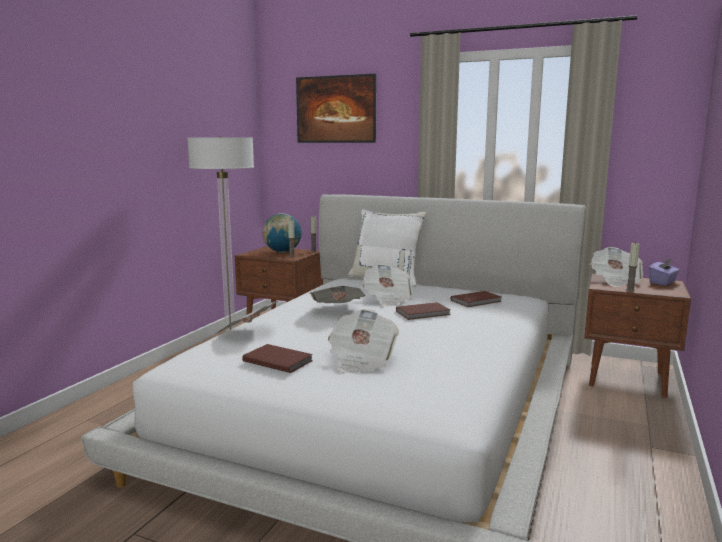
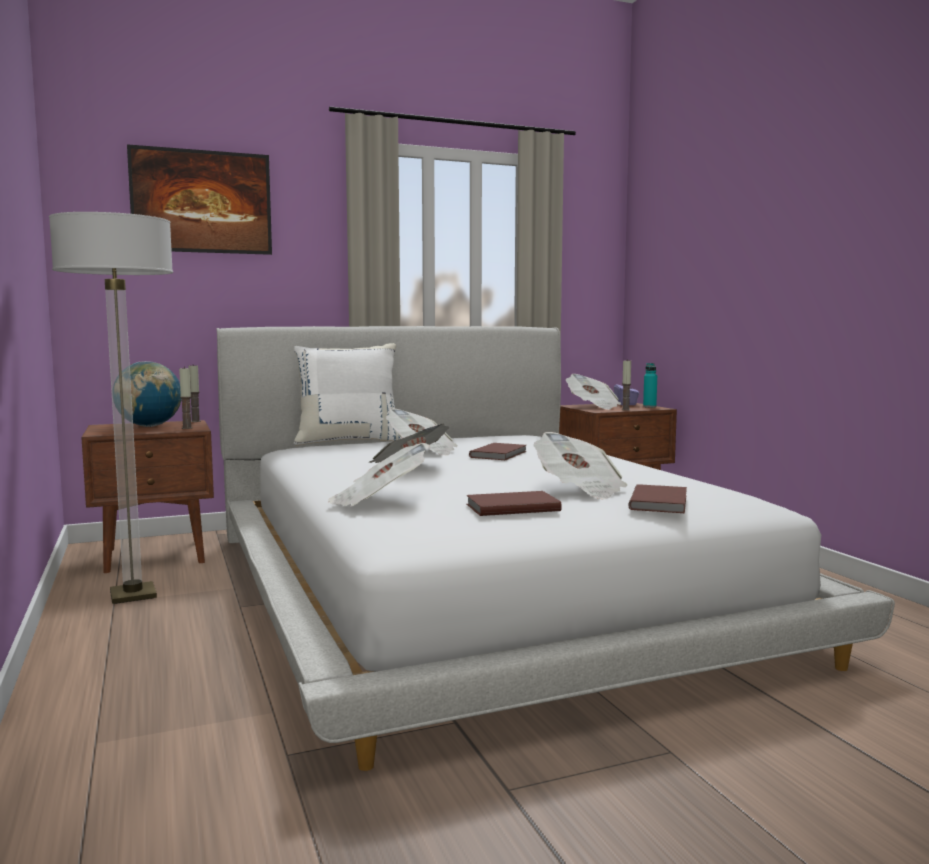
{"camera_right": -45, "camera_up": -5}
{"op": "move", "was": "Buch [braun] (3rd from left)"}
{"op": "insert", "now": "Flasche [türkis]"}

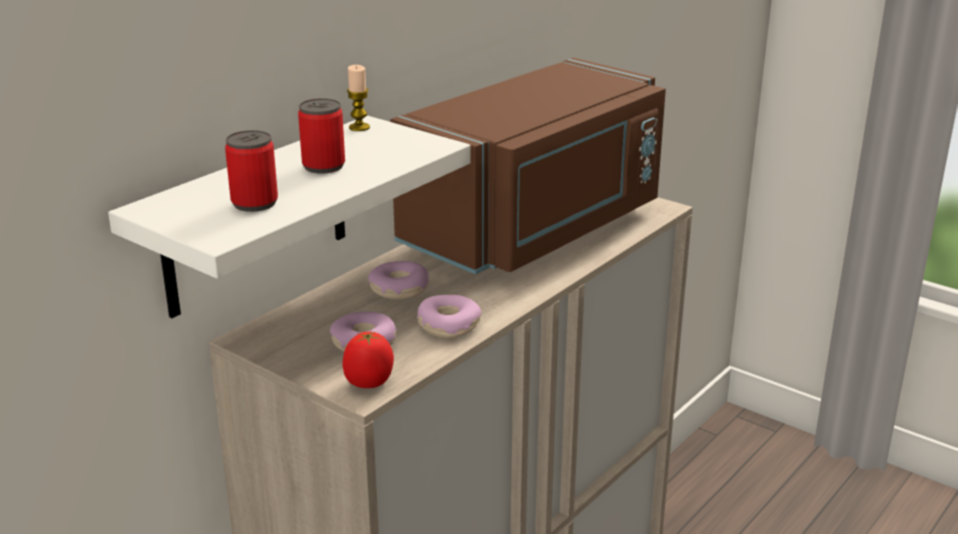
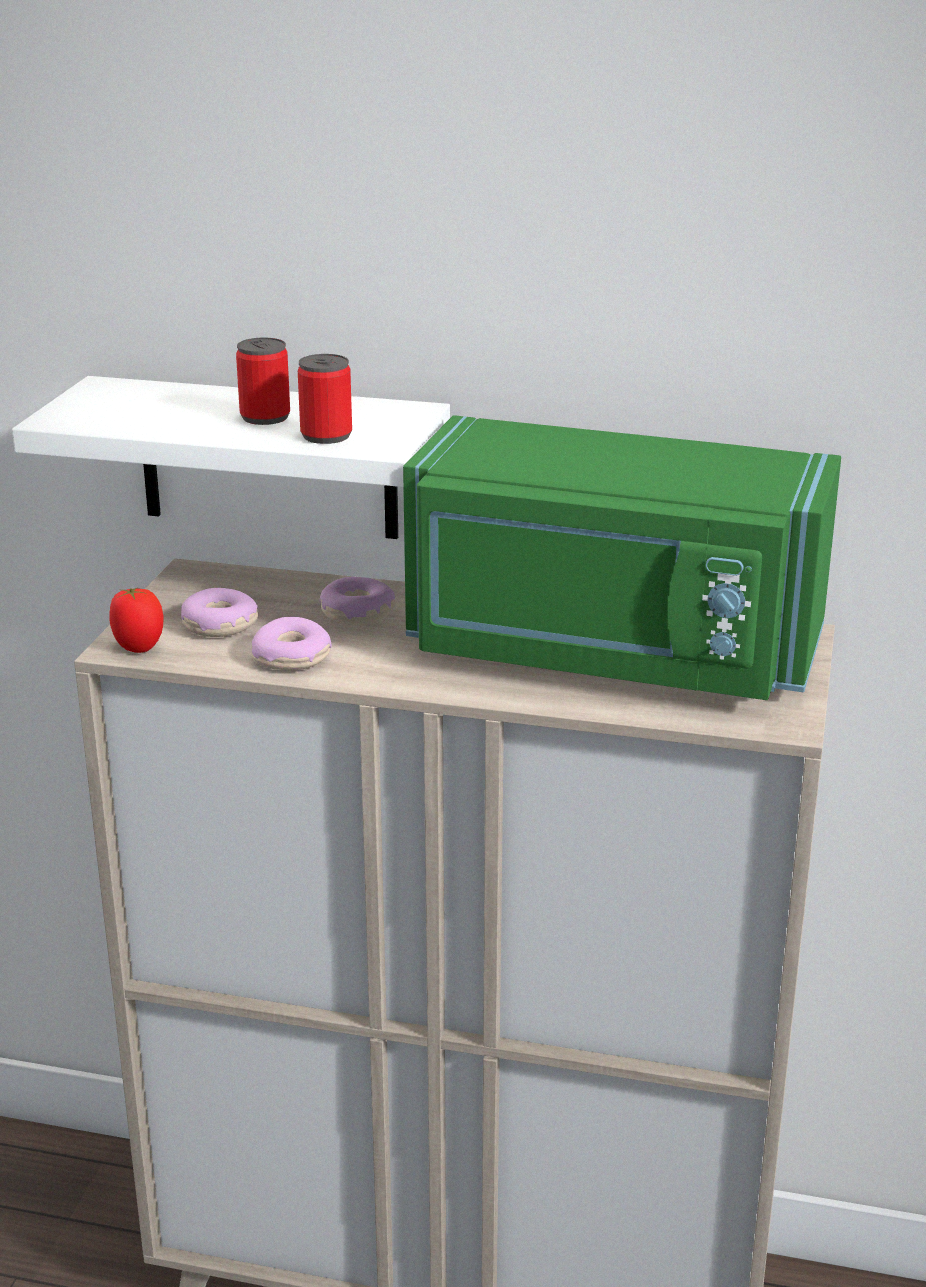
{"camera_right": 65, "camera_up": 0}
{"op": "move", "was": "Dose (1st from left in the first image)", "now": "Dose (2nd from left)"}
{"op": "recolor", "was": "Mikrowelle [braun]", "now": "Mikrowelle [grün]"}
{"op": "delete", "was": "Kerze"}

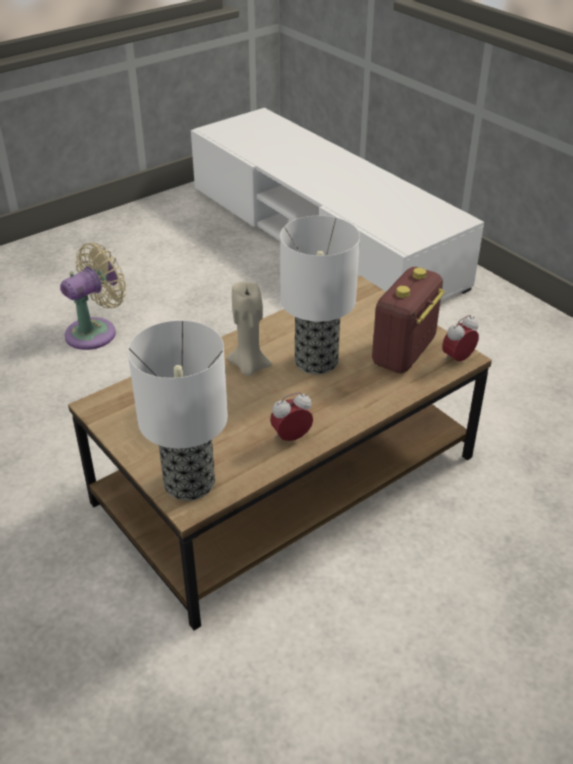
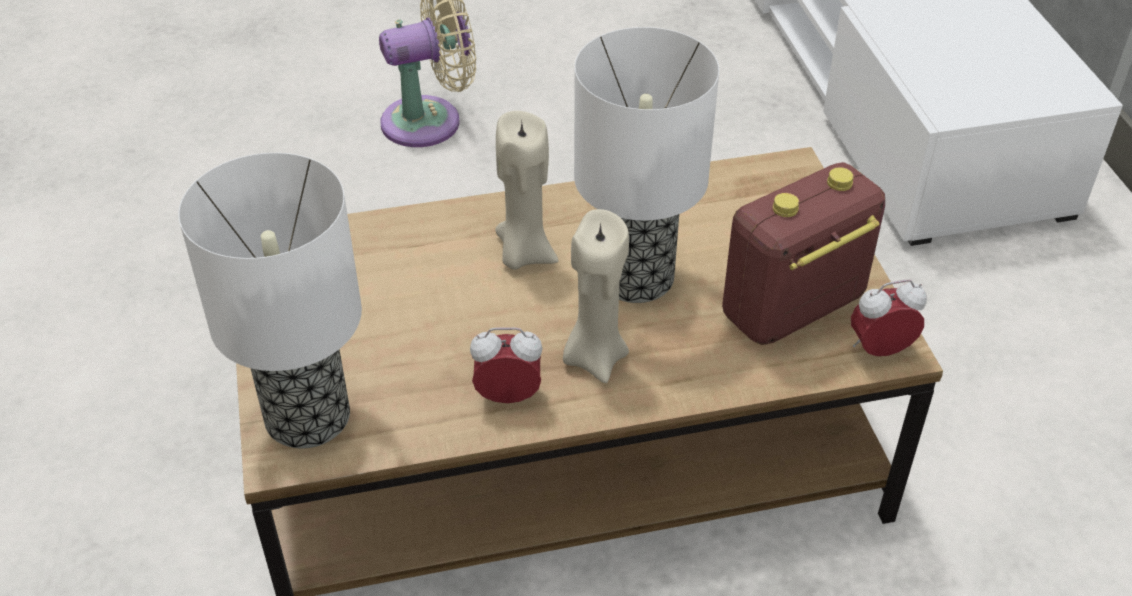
{"camera_right": 25, "camera_up": 5}
{"op": "insert", "now": "Kerze [beige] (2nd from left)"}

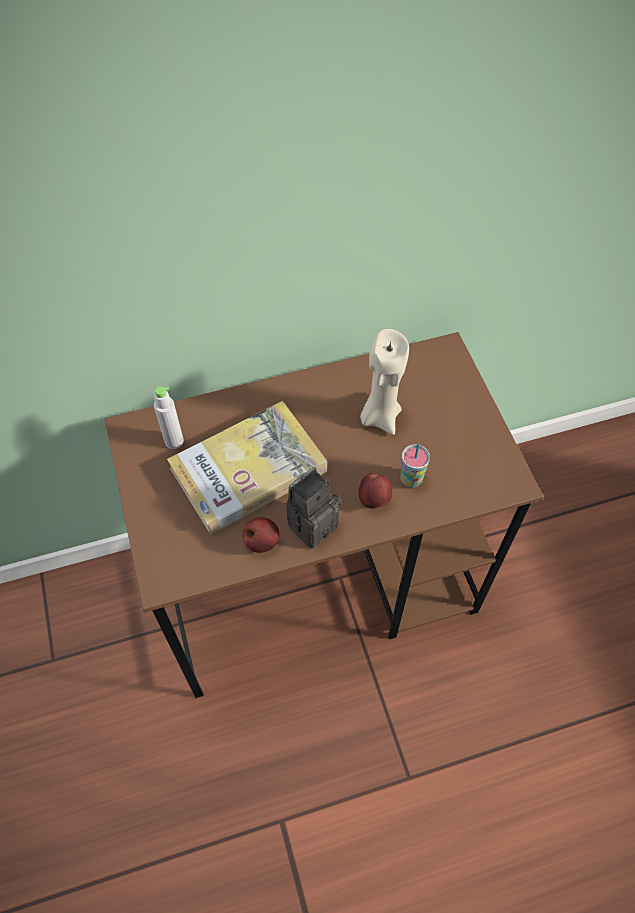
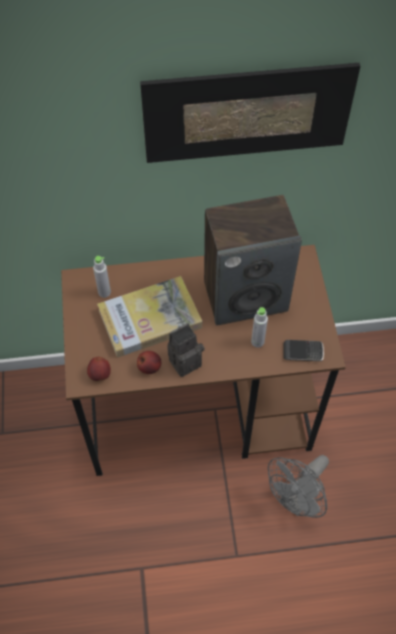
{"camera_right": 10, "camera_up": 0}
{"op": "move", "was": "Apfel (2nd from left in the first image)", "now": "Apfel (1st from left)"}
{"op": "insert", "now": "Bild"}
{"op": "replace", "was": "Kerze [beige]", "now": "Lautsprecher"}
{"op": "replace", "was": "Tasse", "now": "Flasche [grau] (2nd from left)"}
{"op": "insert", "now": "Ventilator [grau]"}
{"op": "insert", "now": "Handy"}

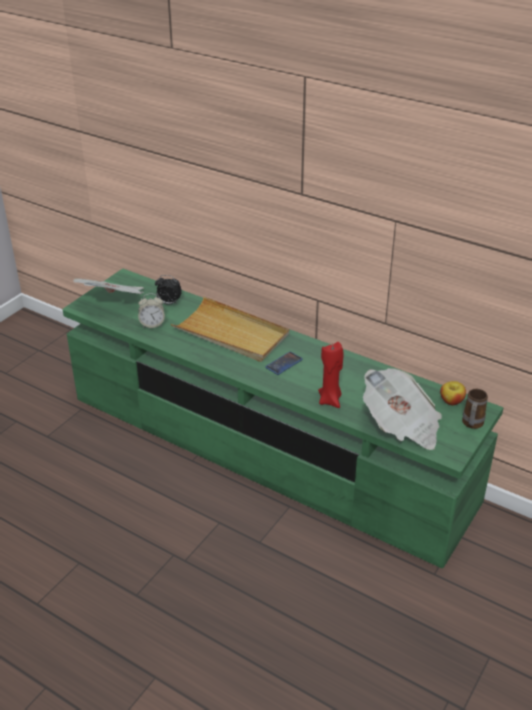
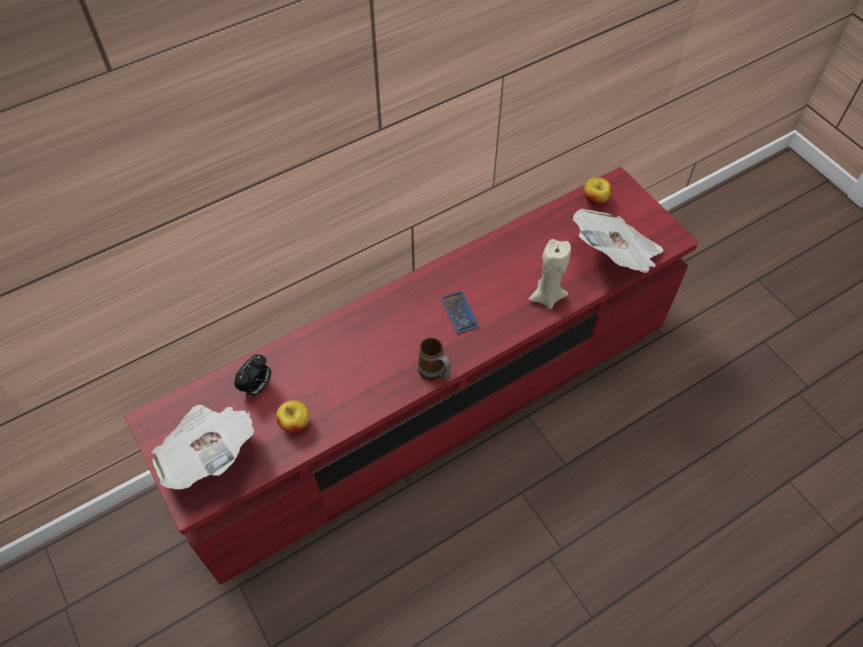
{"camera_right": -65, "camera_up": 20}
{"op": "recolor", "was": "Fernsehschrank [grün]", "now": "Fernsehschrank [rot]"}
{"op": "replace", "was": "Wecker (1st from left)", "now": "Apfel (1st from left)"}
{"op": "move", "was": "Henkelbecher"}
{"op": "recolor", "was": "Kerze [rot]", "now": "Kerze [beige]"}
{"op": "delete", "was": "Tablett [beige]"}

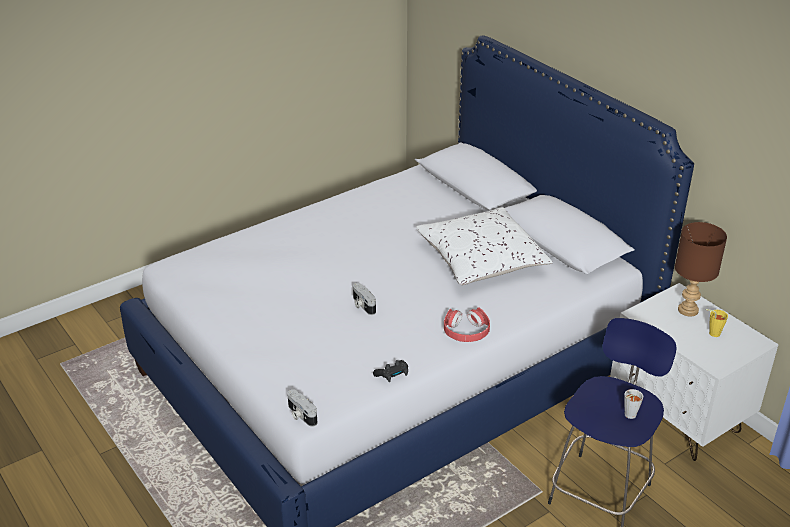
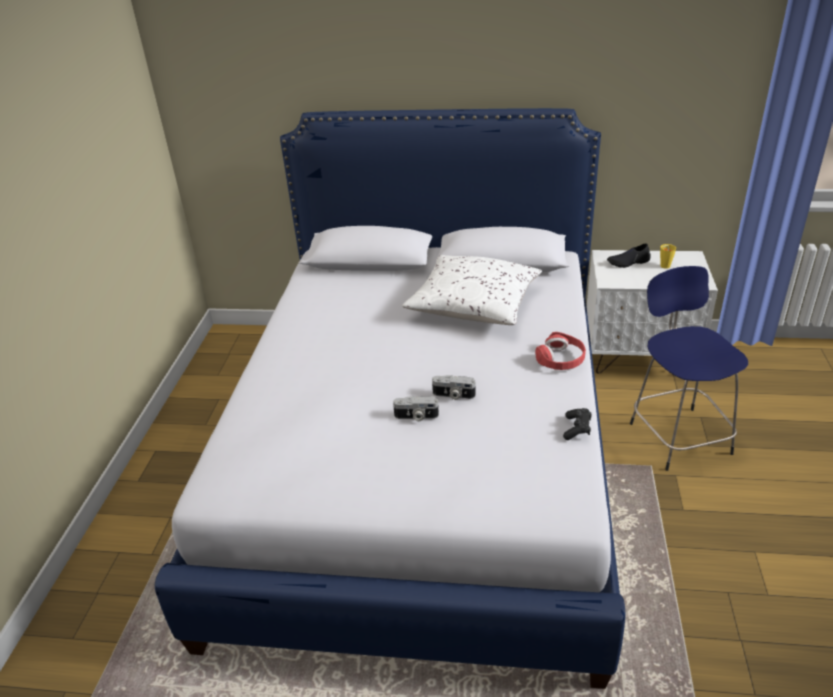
{"camera_right": -45, "camera_up": 0}
{"op": "move", "was": "Kamera (1st from left)"}
{"op": "replace", "was": "Tischlampe [braun]", "now": "Schuh [schwarz]"}
{"op": "delete", "was": "Tasse [grau]"}

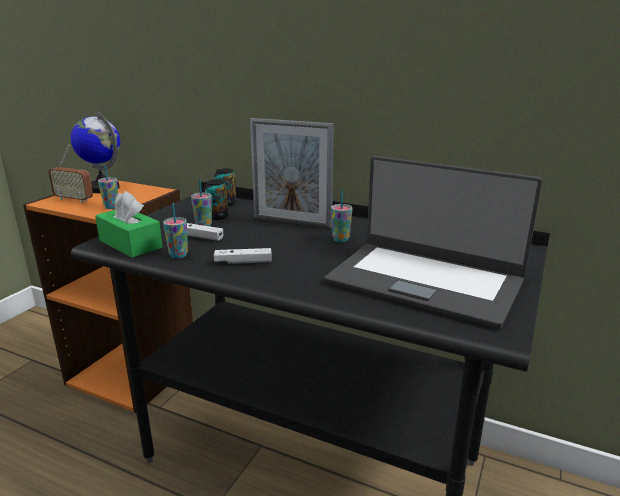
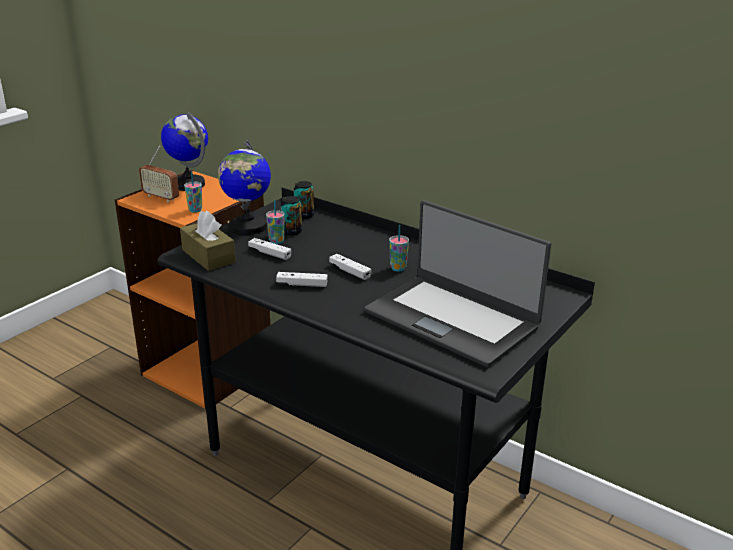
{"camera_right": 10, "camera_up": 5}
{"op": "recolor", "was": "Taschentuchbox [grün]", "now": "Taschentuchbox [braun]"}
{"op": "insert", "now": "Globus (2nd from left)"}
{"op": "insert", "now": "Gamepad [weiß] (3rd from left)"}
{"op": "delete", "was": "Tasse (2nd from left)"}
{"op": "delete", "was": "Bilderrahmen"}

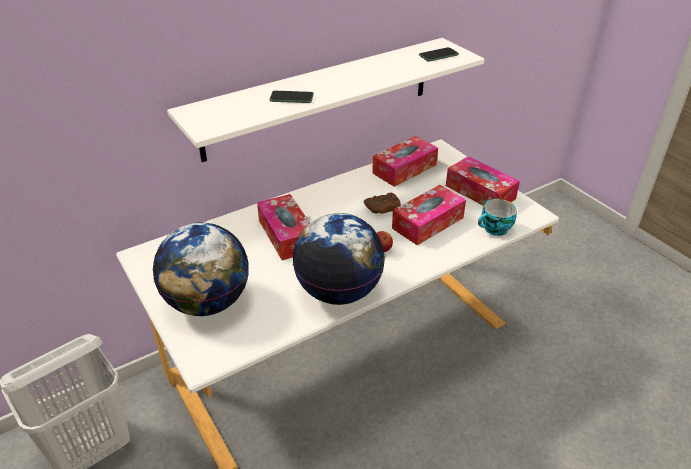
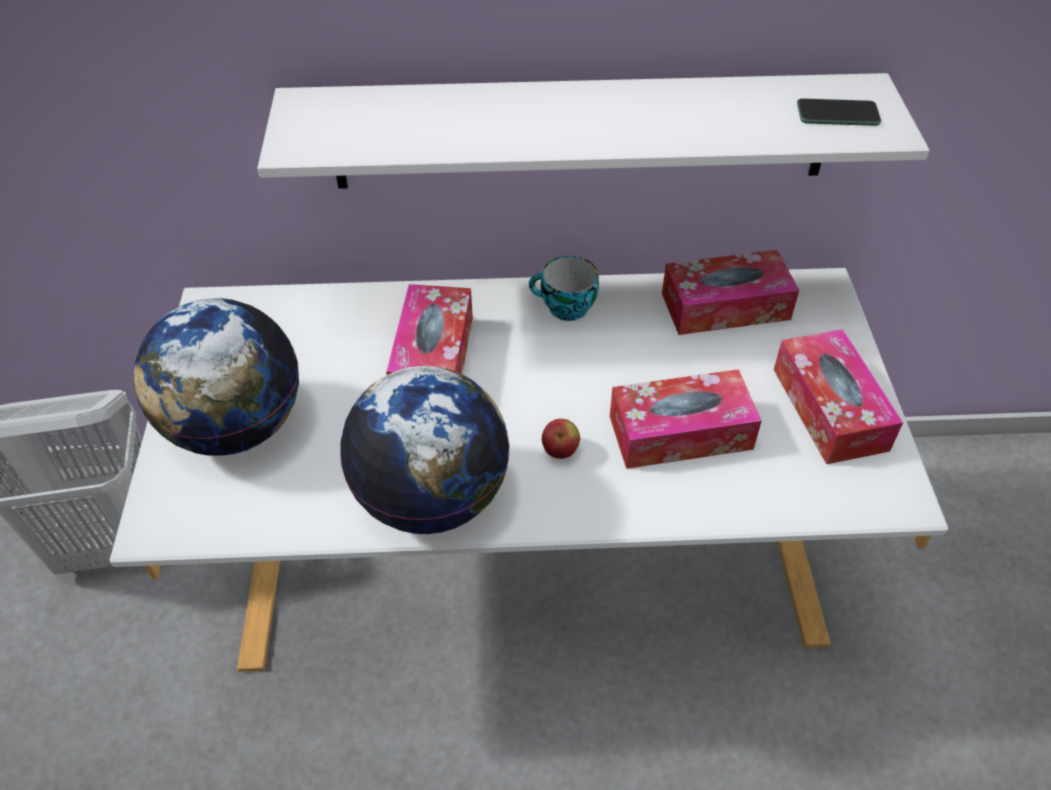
{"camera_right": 30, "camera_up": 10}
{"op": "move", "was": "Tasse"}
{"op": "delete", "was": "Handy (1st from left)"}
{"op": "delete", "was": "Gamepad [braun]"}

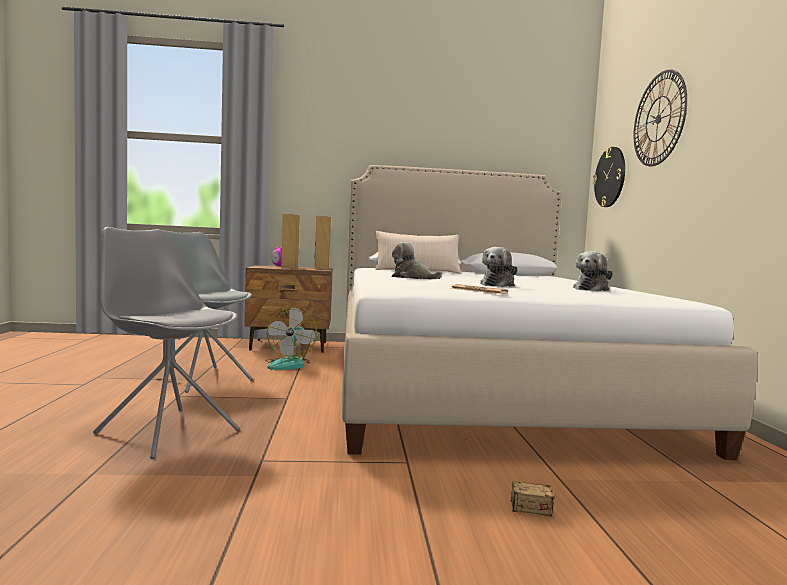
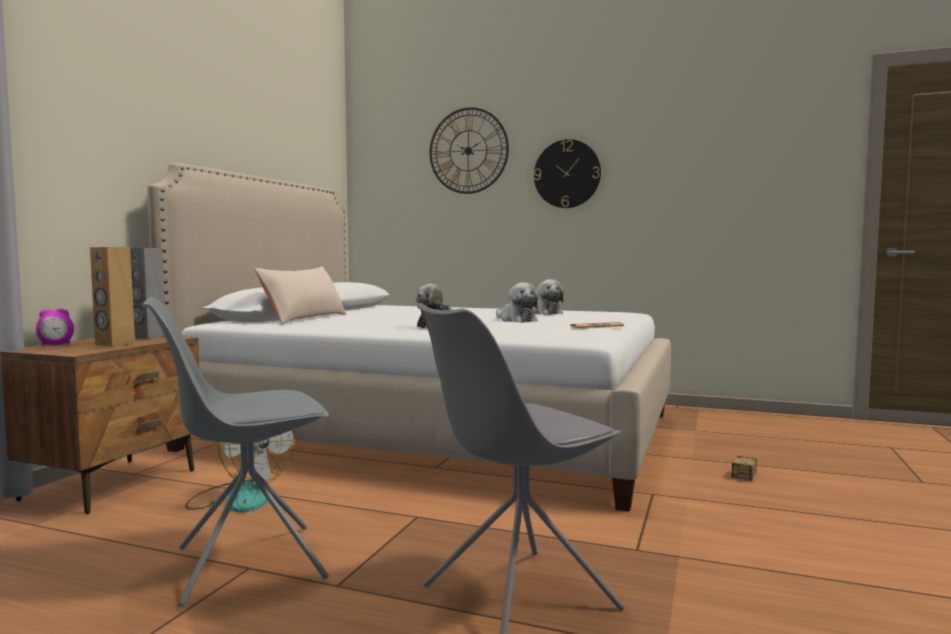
{"camera_right": -65, "camera_up": 0}
{"op": "recolor", "was": "Lautsprecher [braun] (2nd from left)", "now": "Lautsprecher [grau]"}
{"op": "move", "was": "Wanduhr (1st from left in the first image)", "now": "Wanduhr (2nd from left)"}

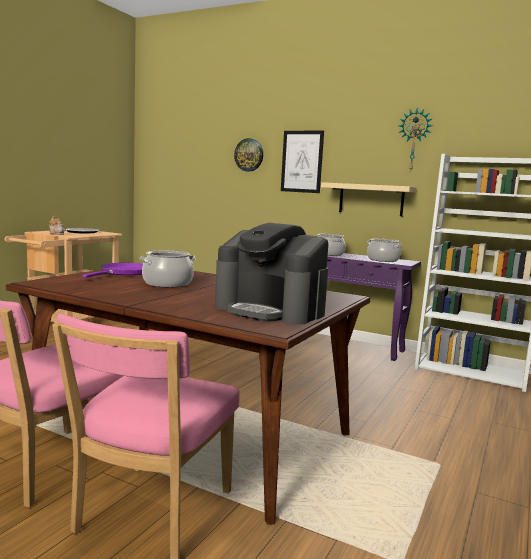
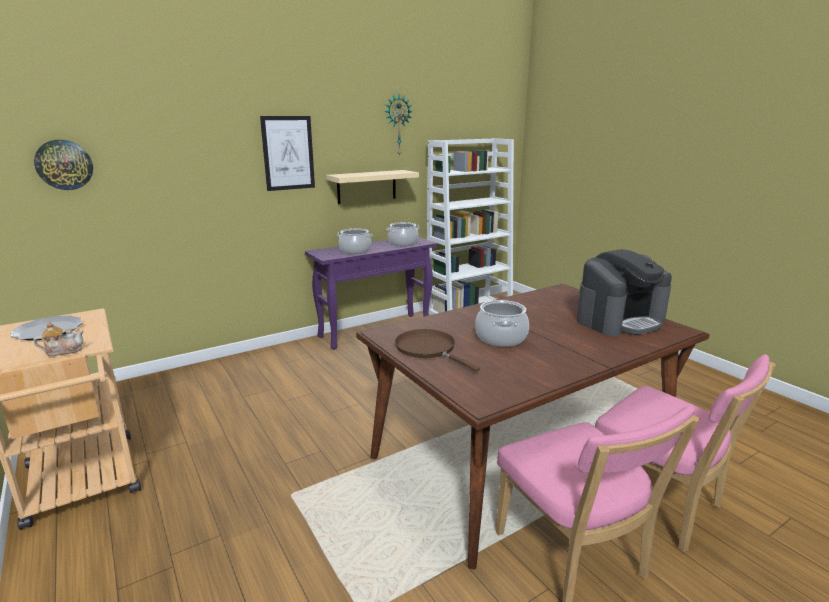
{"camera_right": -60, "camera_up": 10}
{"op": "move", "was": "Wanduhr (1st from left)"}
{"op": "recolor", "was": "Pfanne [lila]", "now": "Pfanne [braun]"}

